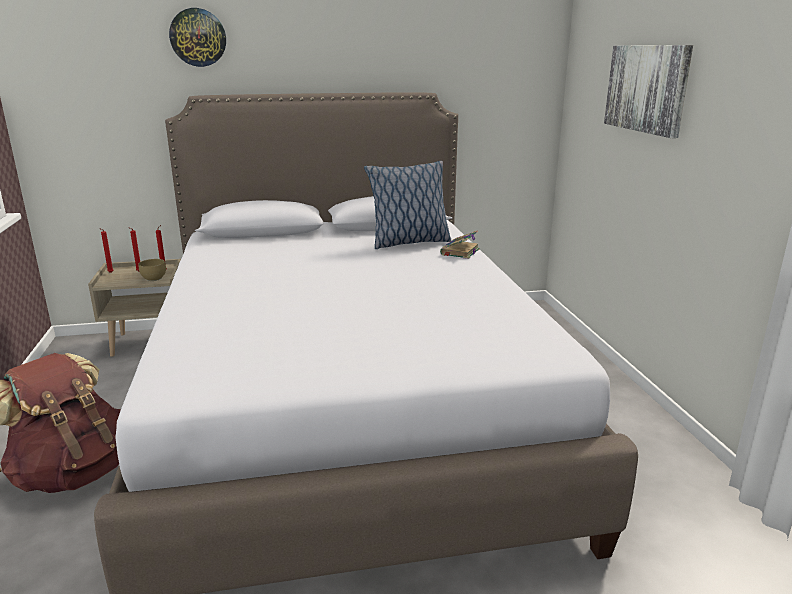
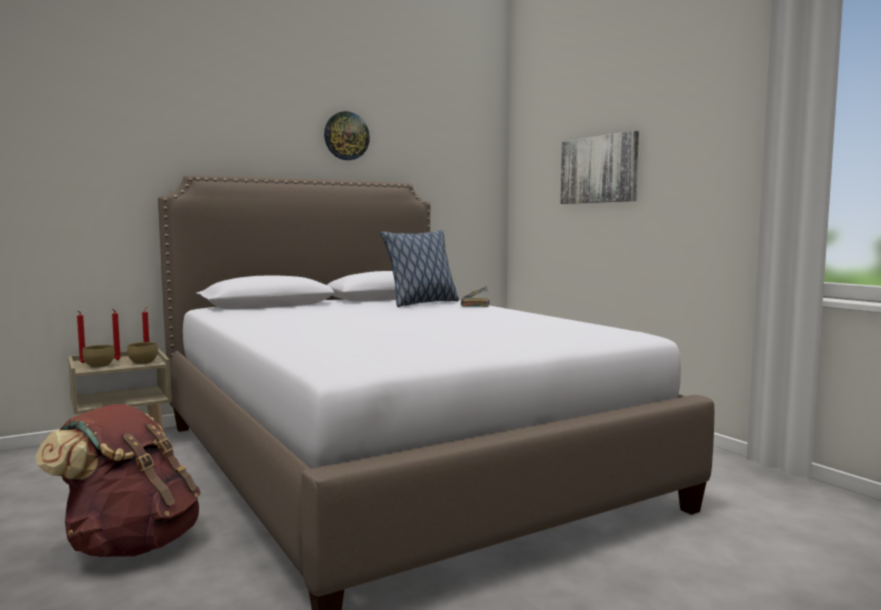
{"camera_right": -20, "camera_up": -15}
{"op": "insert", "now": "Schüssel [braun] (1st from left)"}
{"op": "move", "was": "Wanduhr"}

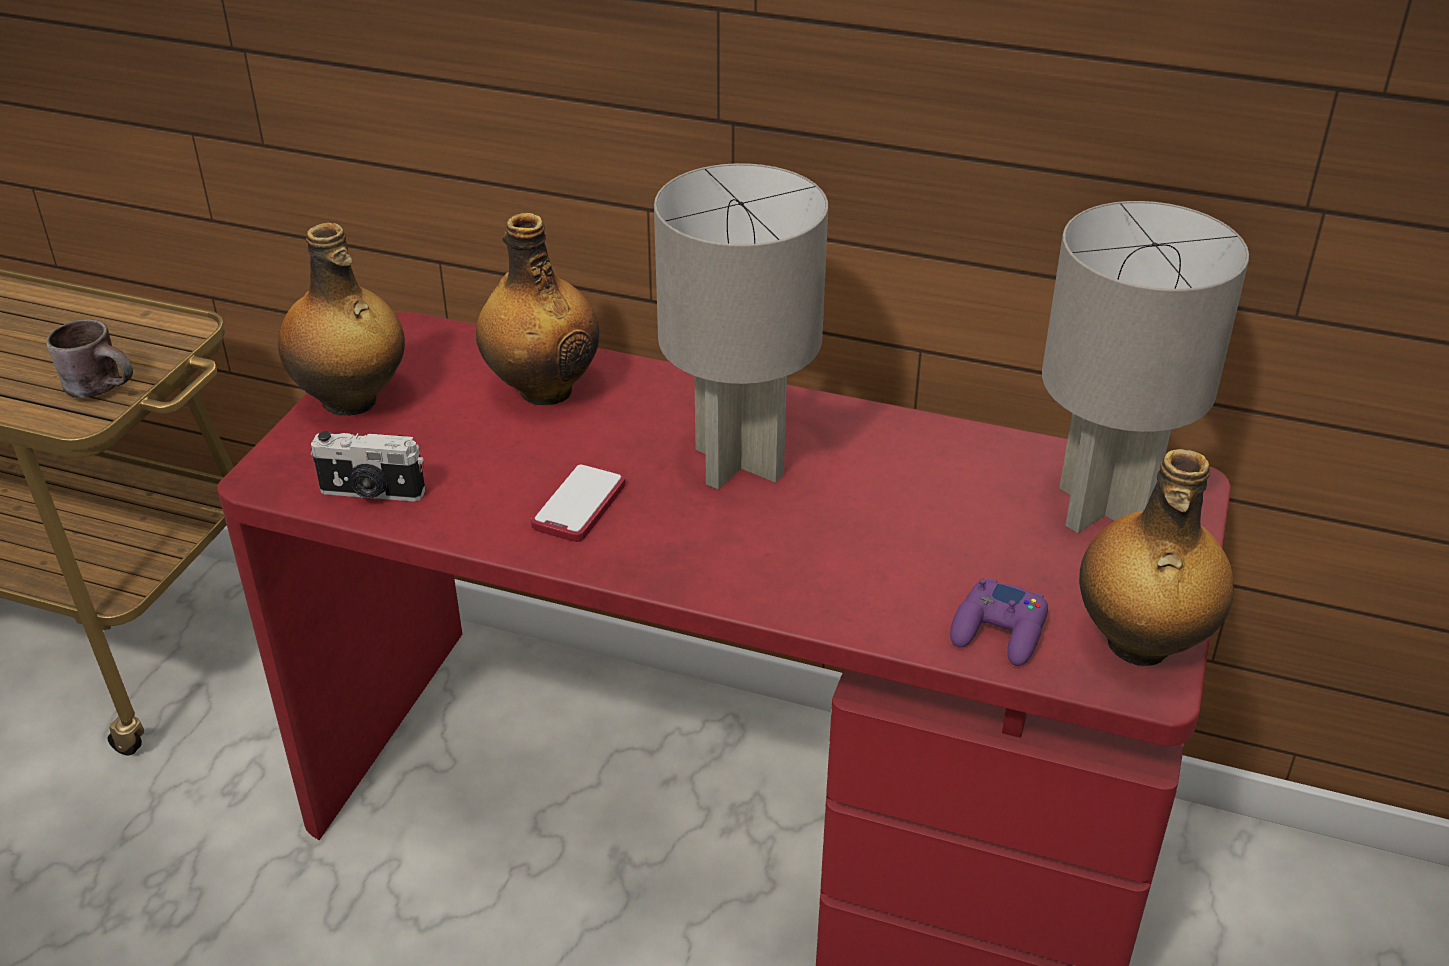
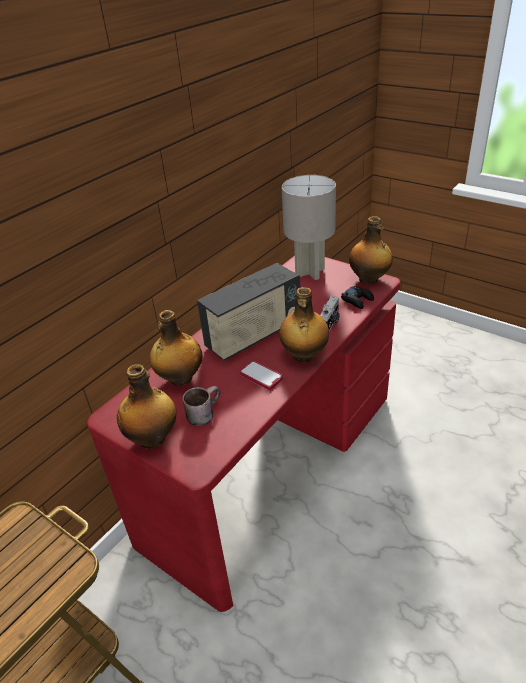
{"camera_right": -70, "camera_up": 0}
{"op": "move", "was": "Henkelbecher [braun]"}
{"op": "replace", "was": "Tischlampe [grau] (1st from left)", "now": "Radio"}
{"op": "insert", "now": "Flasche (3rd from left)"}
{"op": "move", "was": "Kamera"}
{"op": "recolor", "was": "Gamepad [lila]", "now": "Gamepad [schwarz]"}

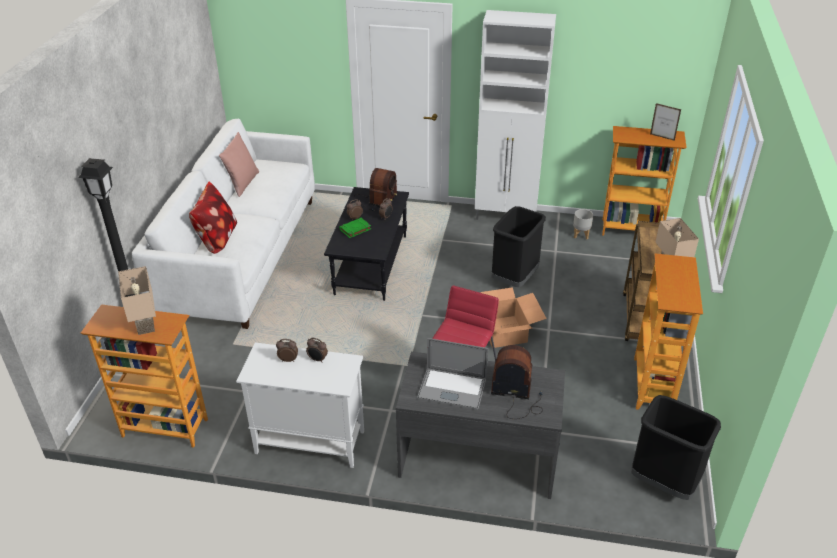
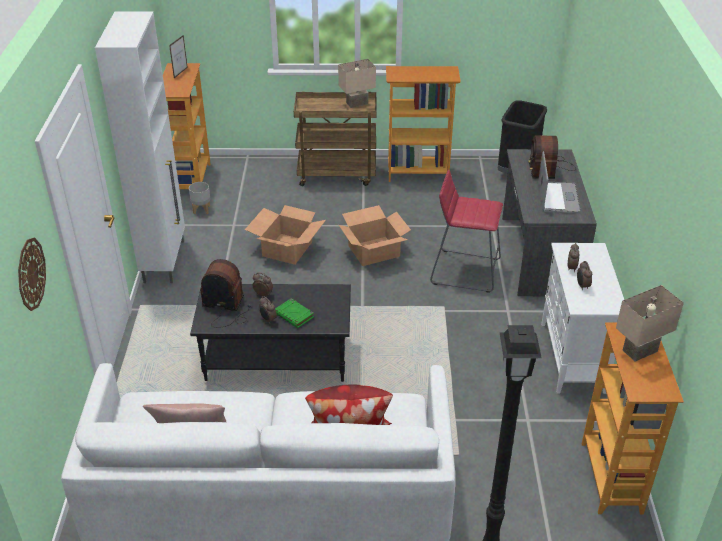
{"camera_right": -100, "camera_up": 0}
{"op": "insert", "now": "Wanduhr"}
{"op": "replace", "was": "Mülleimer [schwarz] (1st from left)", "now": "Karton (1st from left)"}

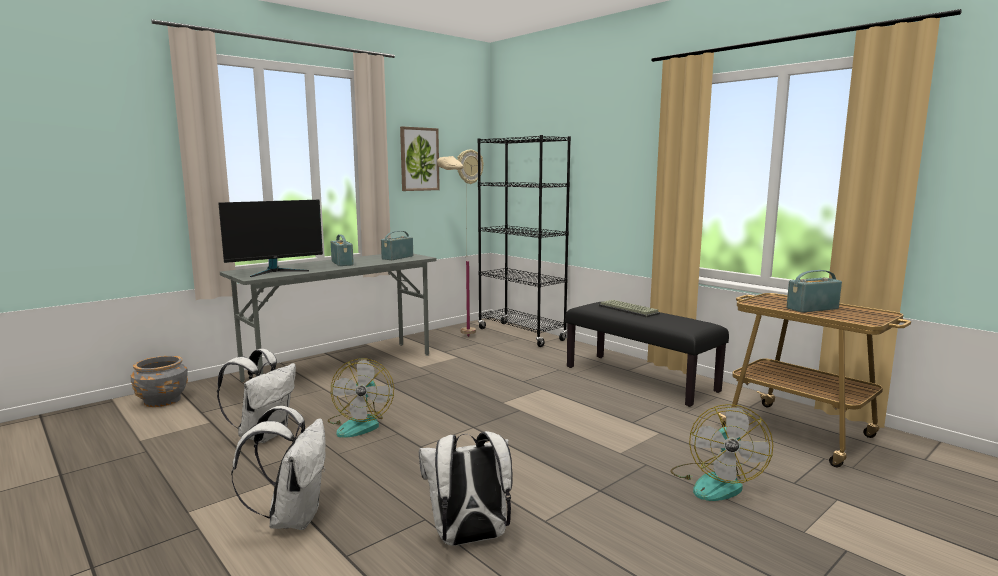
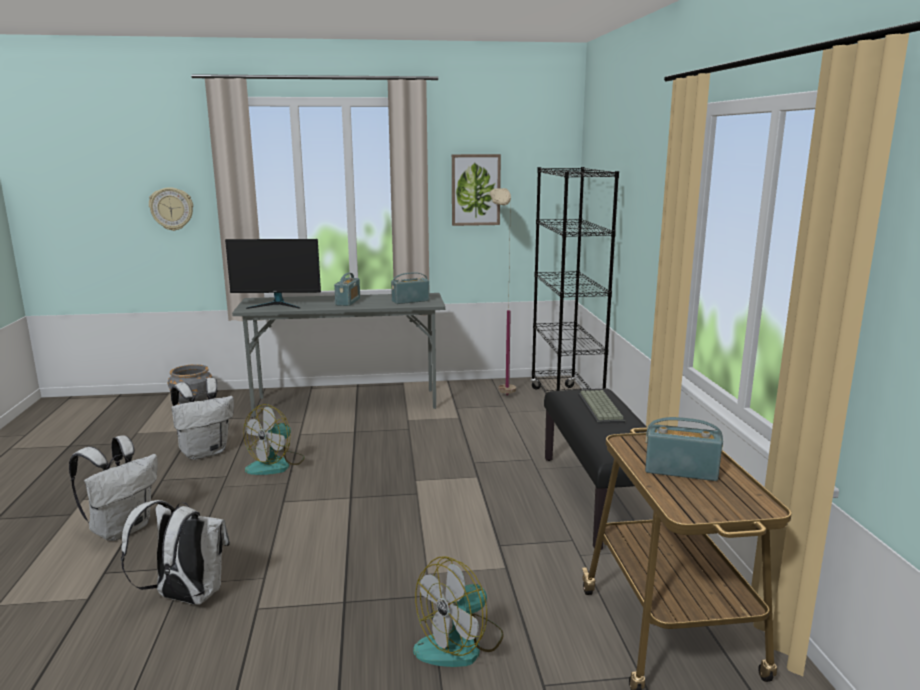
{"camera_right": 35, "camera_up": 5}
{"op": "move", "was": "Wanduhr"}

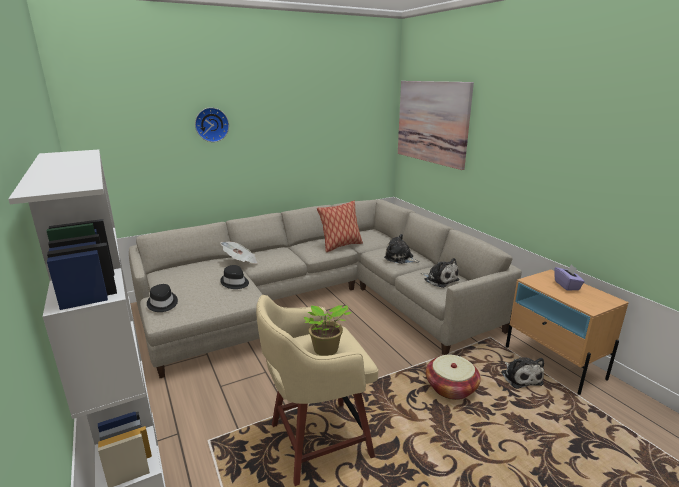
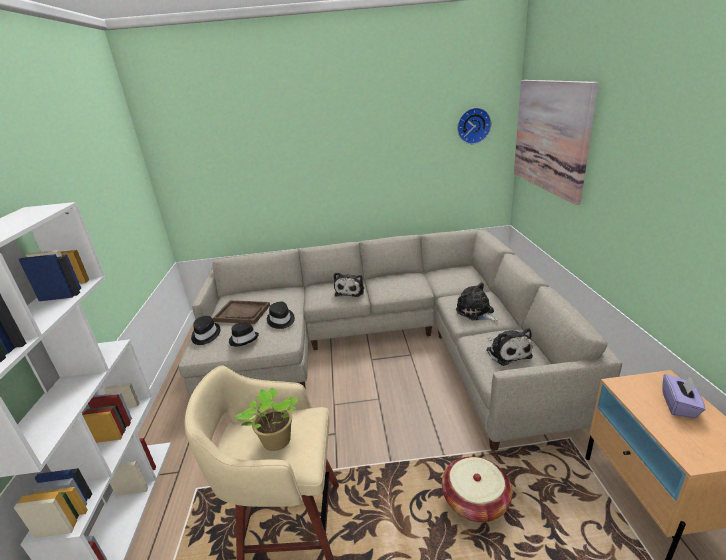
{"camera_right": 25, "camera_up": 5}
{"op": "insert", "now": "Tablett [braun]"}
{"op": "insert", "now": "Hut [schwarz] (2nd from left)"}
{"op": "move", "was": "Plüschtier (3rd from left in the first image)", "now": "Plüschtier (1st from left)"}
{"op": "move", "was": "Wanduhr"}
{"op": "delete", "was": "Zeitung"}
{"op": "delete", "was": "Kissen"}

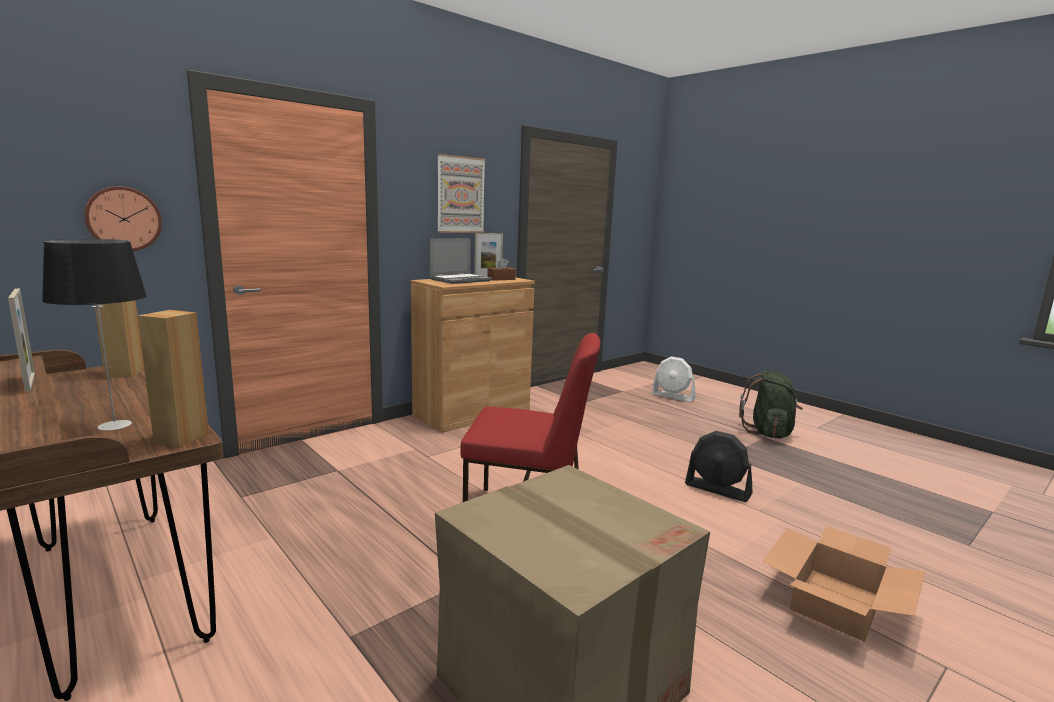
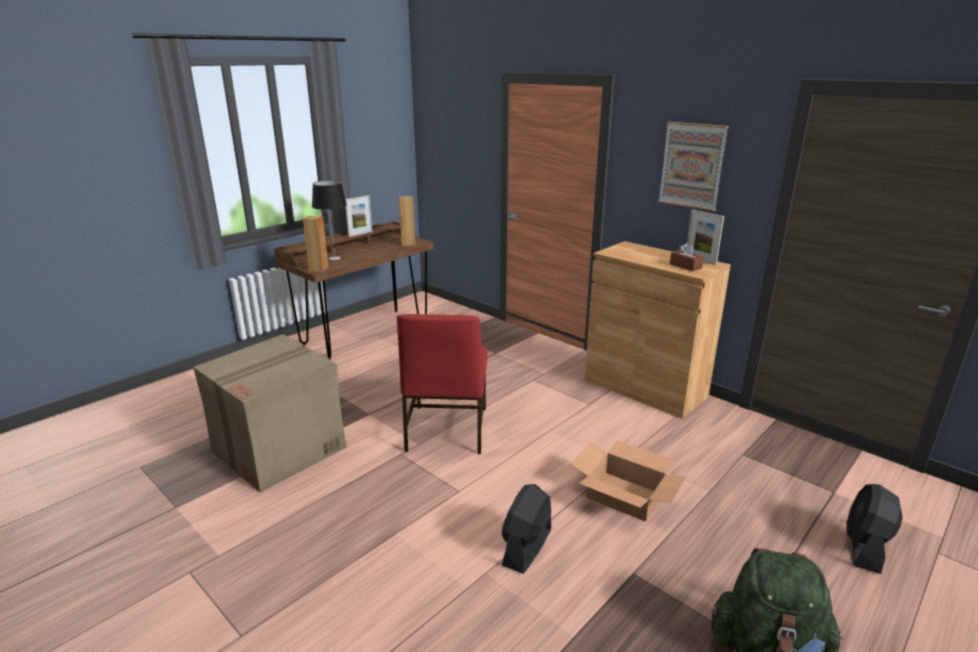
{"camera_right": 85, "camera_up": 10}
{"op": "move", "was": "Karton (2nd from left)"}
{"op": "recolor", "was": "Ventilator [weiß]", "now": "Ventilator [schwarz] (2nd from left)"}
{"op": "delete", "was": "Wanduhr"}
{"op": "delete", "was": "Laptop"}

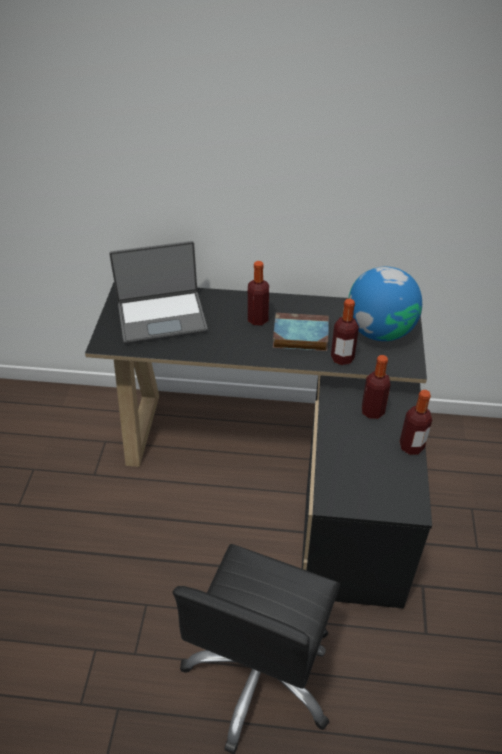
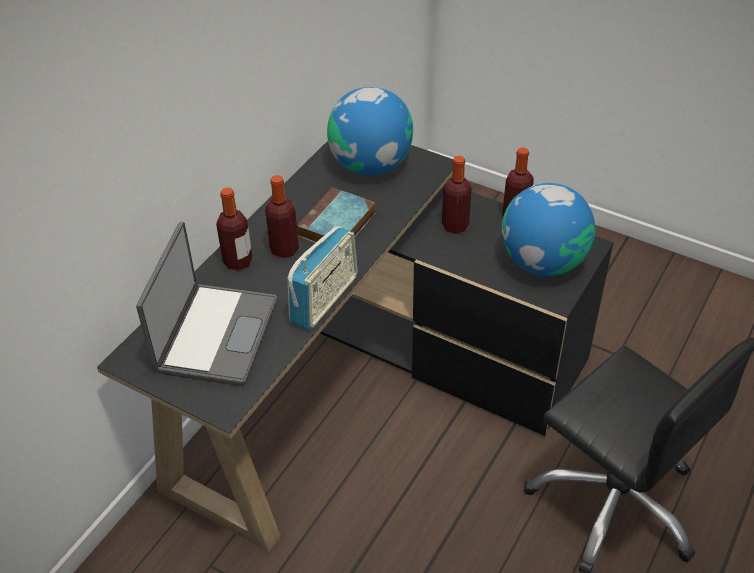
{"camera_right": -65, "camera_up": 0}
{"op": "move", "was": "Flasche (2nd from left in the first image)", "now": "Flasche (1st from left)"}
{"op": "insert", "now": "Radio"}
{"op": "insert", "now": "Globus (2nd from left)"}

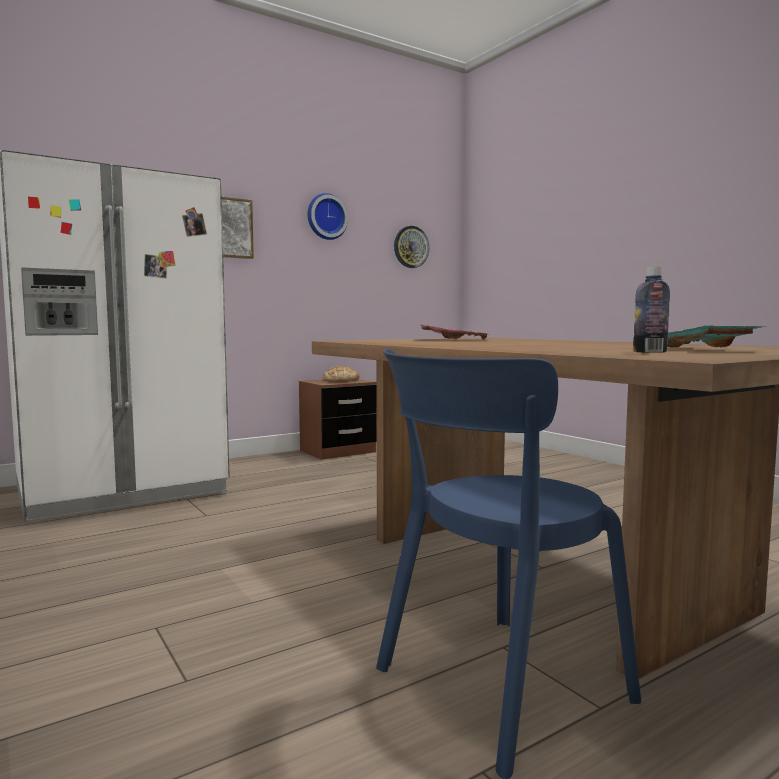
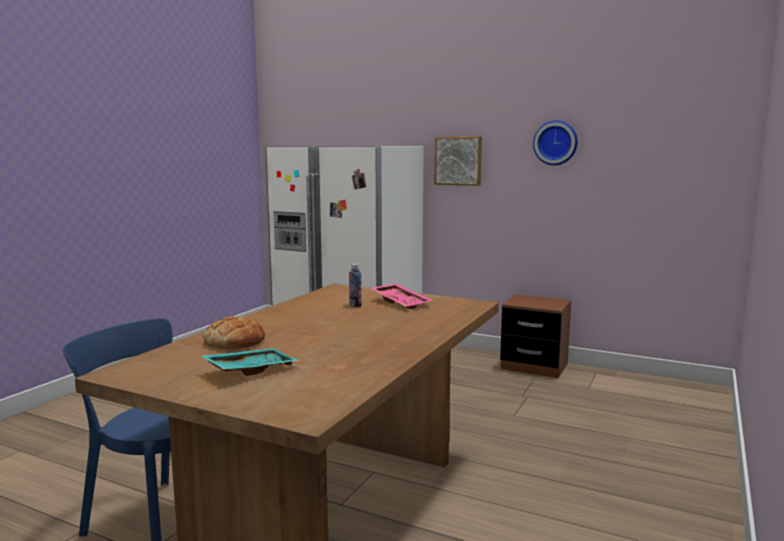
{"camera_right": 60, "camera_up": 5}
{"op": "move", "was": "Brot"}
{"op": "move", "was": "Flasche"}
{"op": "delete", "was": "Wanduhr (2nd from left)"}

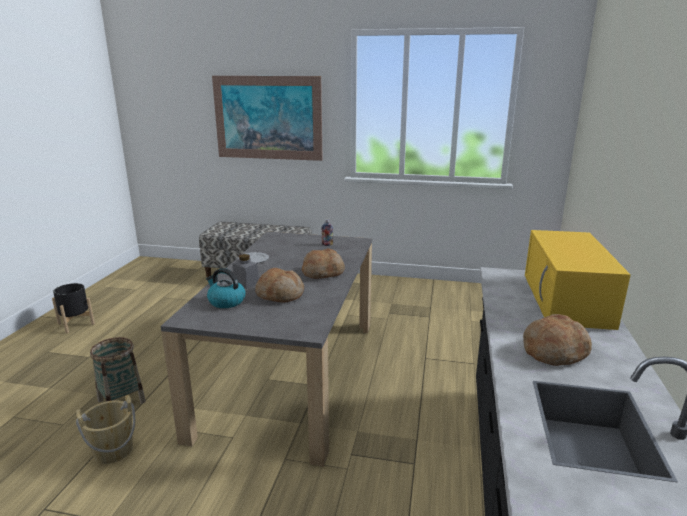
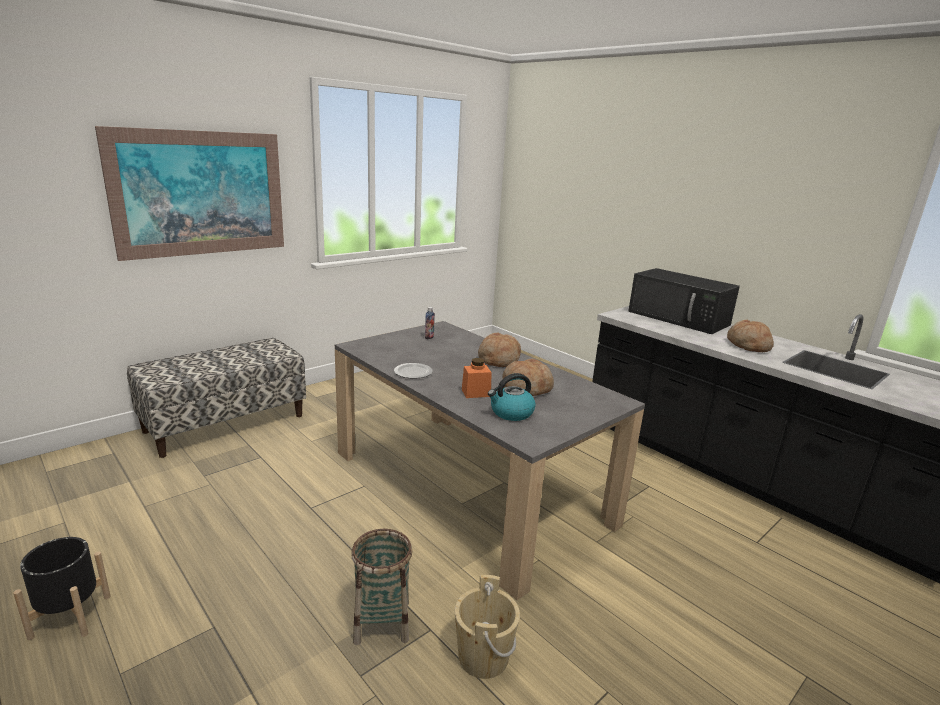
{"camera_right": -55, "camera_up": 0}
{"op": "recolor", "was": "Vorratsglas [grau]", "now": "Vorratsglas [orange]"}
{"op": "recolor", "was": "Mikrowelle [gelb]", "now": "Mikrowelle [schwarz]"}

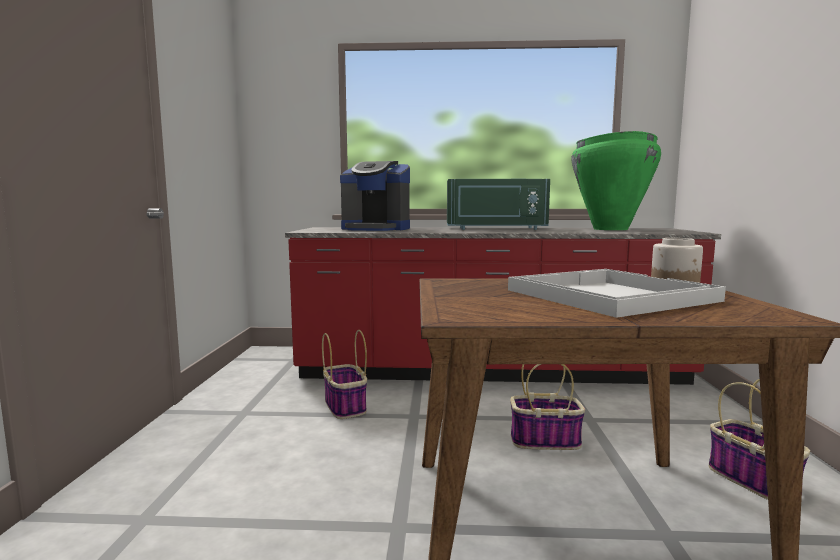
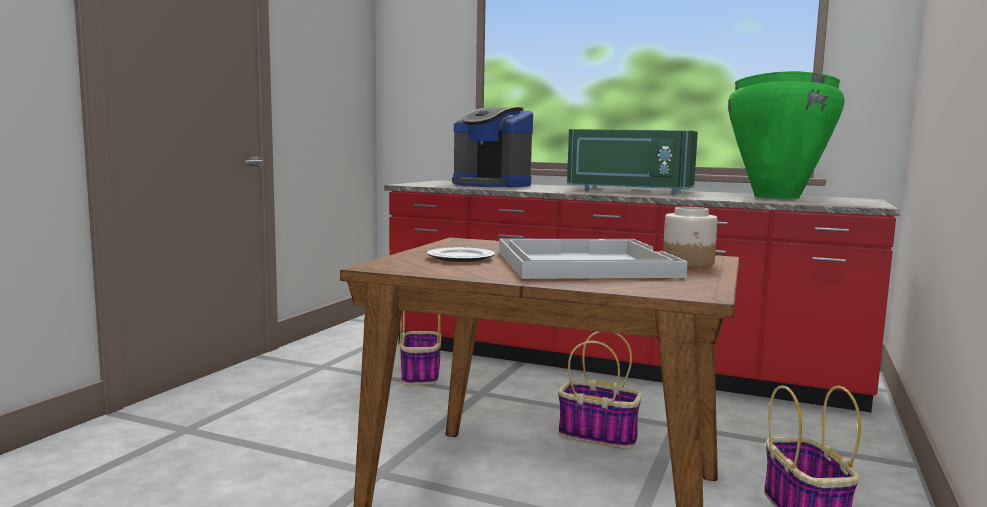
{"camera_right": 20, "camera_up": 0}
{"op": "insert", "now": "Teller"}

